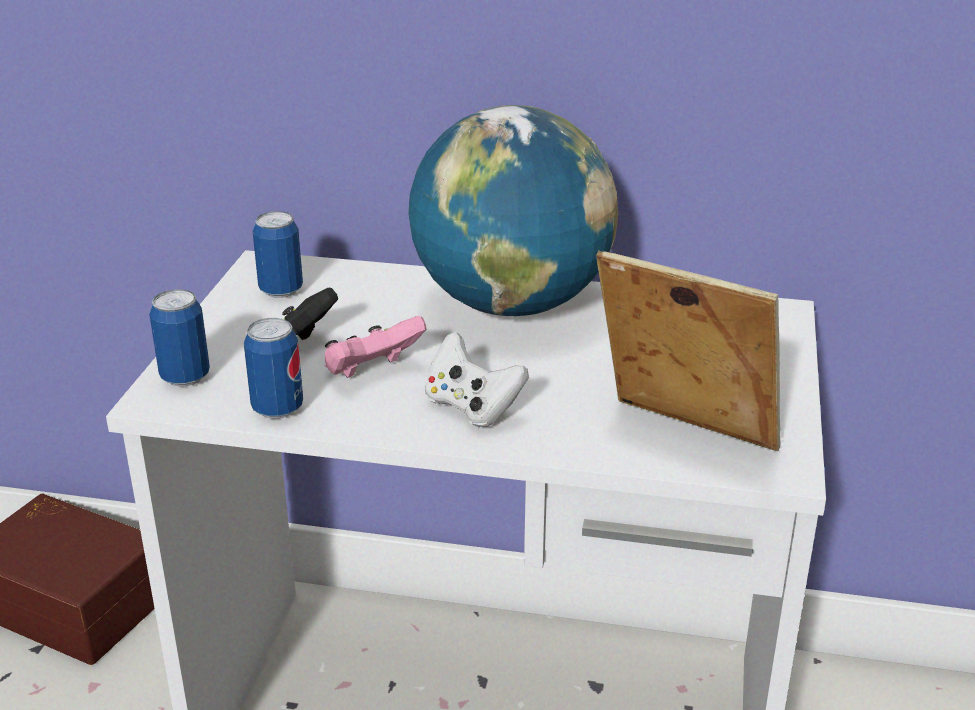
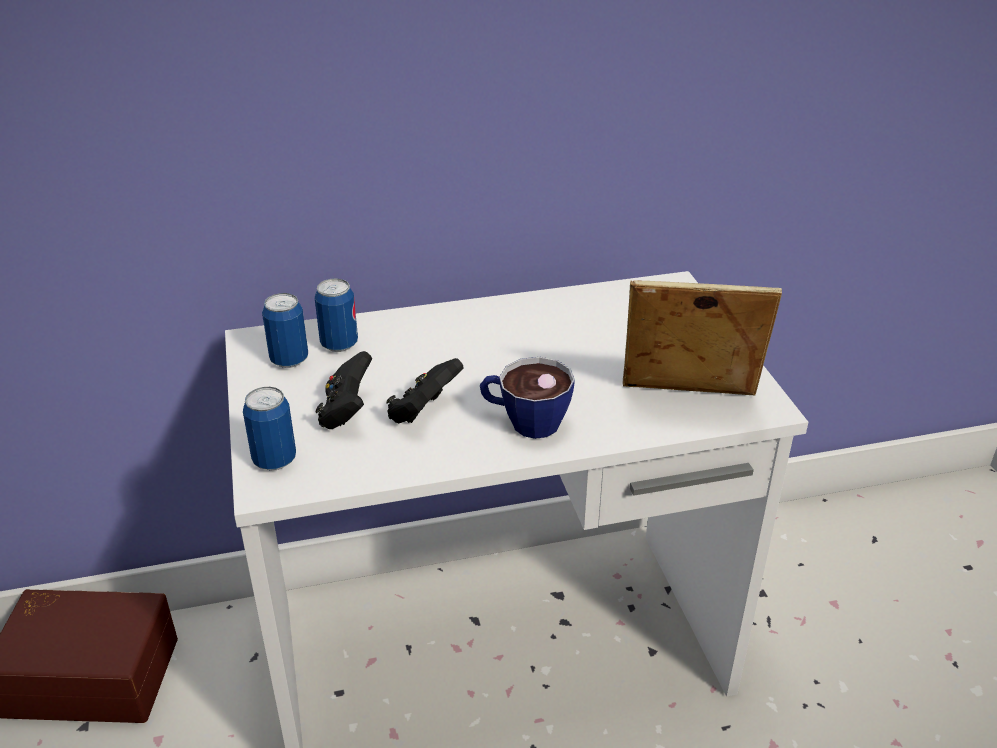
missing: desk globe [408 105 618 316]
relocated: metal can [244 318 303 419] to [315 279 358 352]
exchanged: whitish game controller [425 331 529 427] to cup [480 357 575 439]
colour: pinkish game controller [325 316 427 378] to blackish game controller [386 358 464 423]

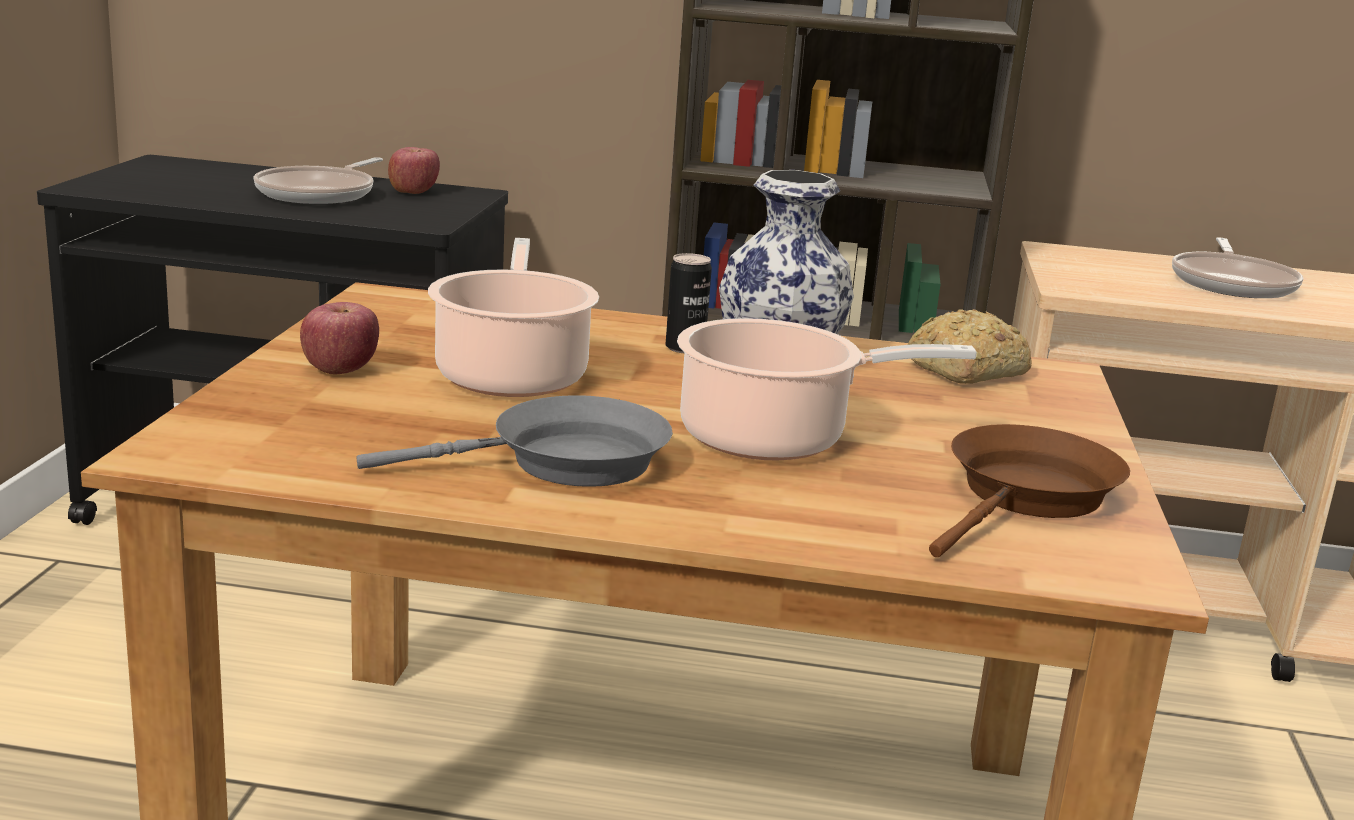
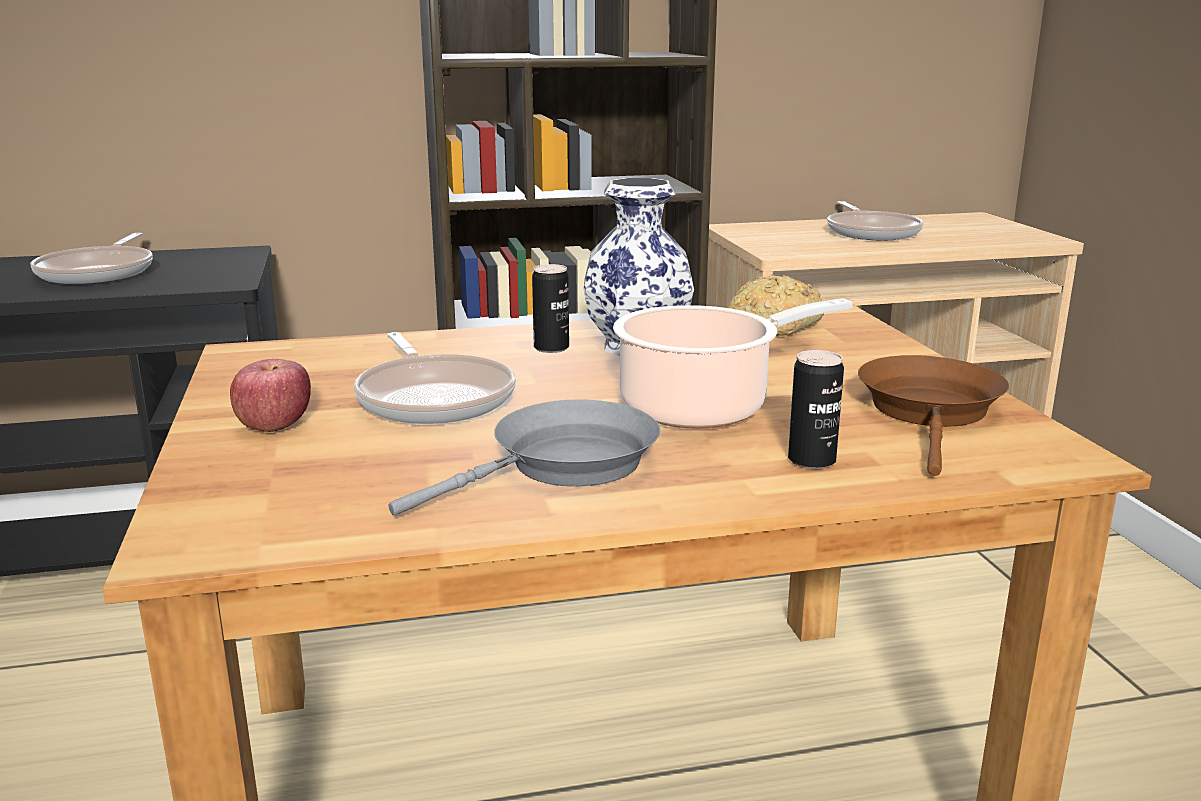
missing: apple [388 147 440 194]
appeared: metal can [788 350 844 469]
exchanged: saucepot [428 238 599 397] to frying pan [354 332 516 424]

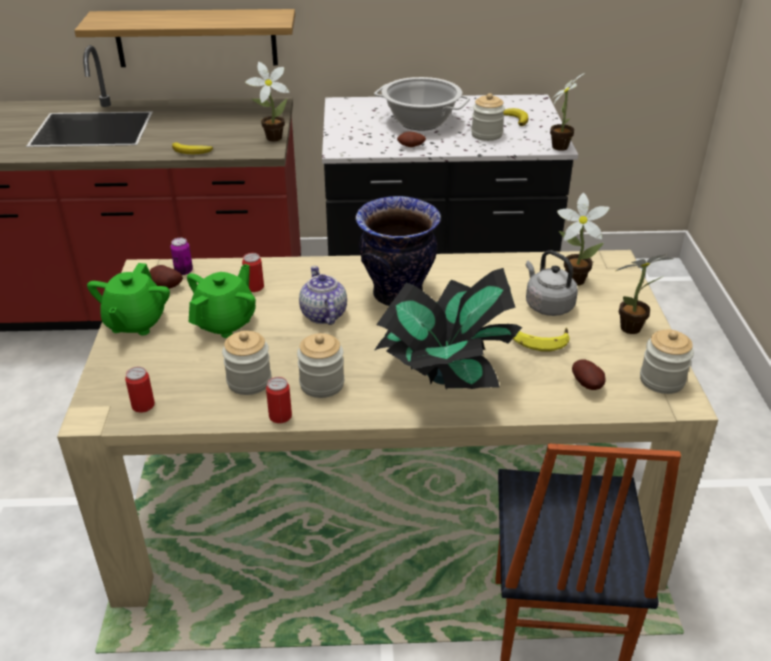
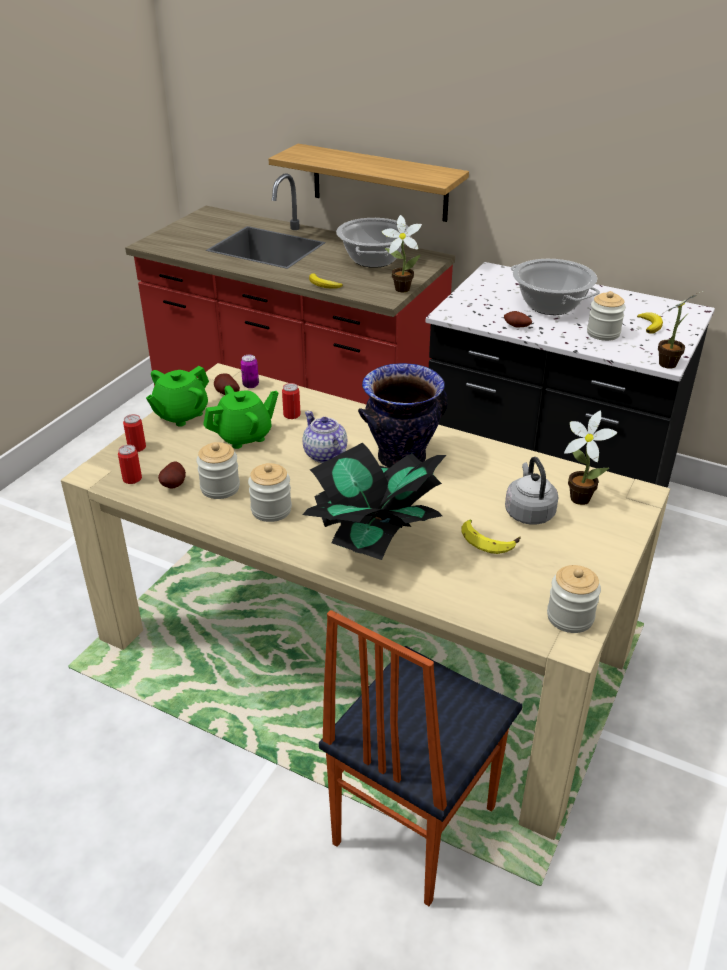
missing: plant in a pot [616 254 674 334]
appeared: saucepot [336 218 411 268]
relocated: metal can [266 377 292 423] to [123 414 146 452]; whole potato [572 360 606 390] to [158 461 186 489]
spun: pot for tea [299 266 347 325] = [303 411 347 463] 45 degrees counterclockwise

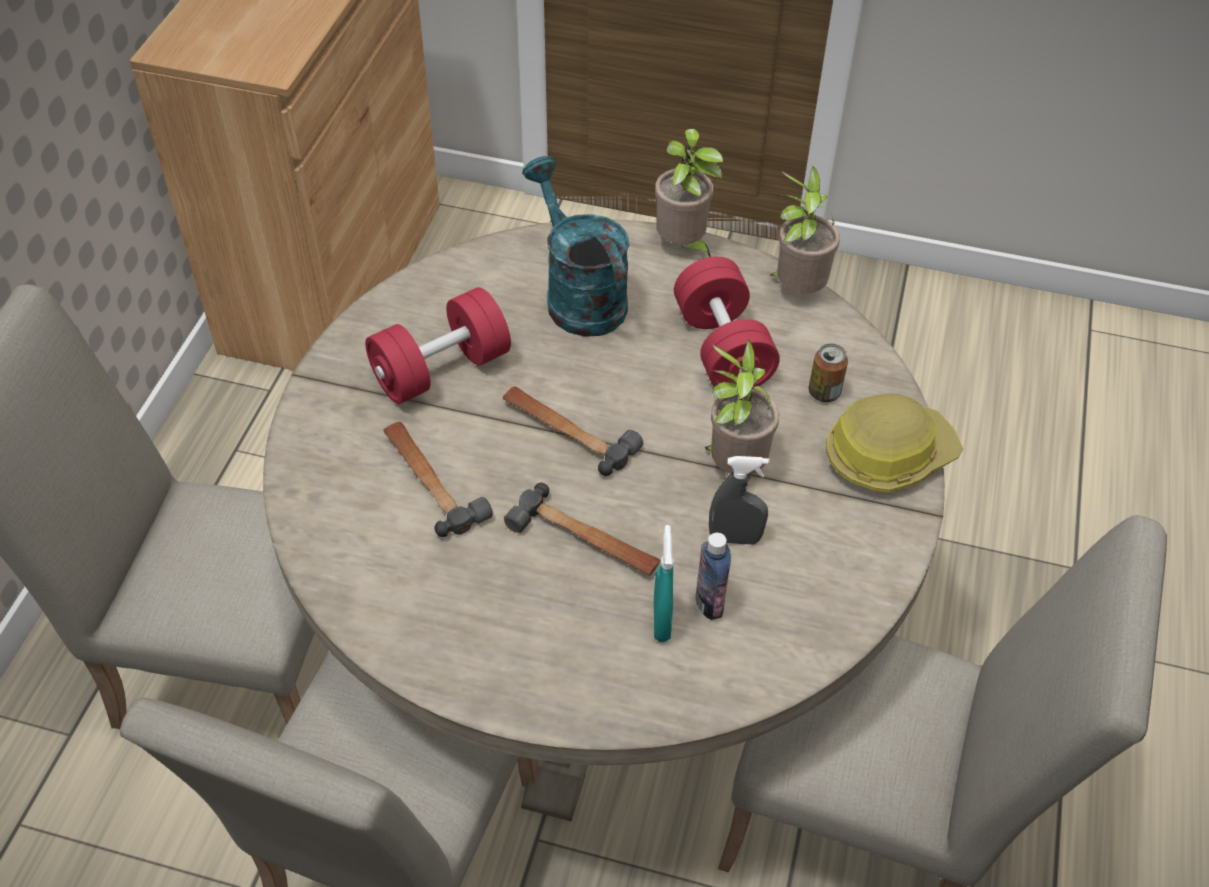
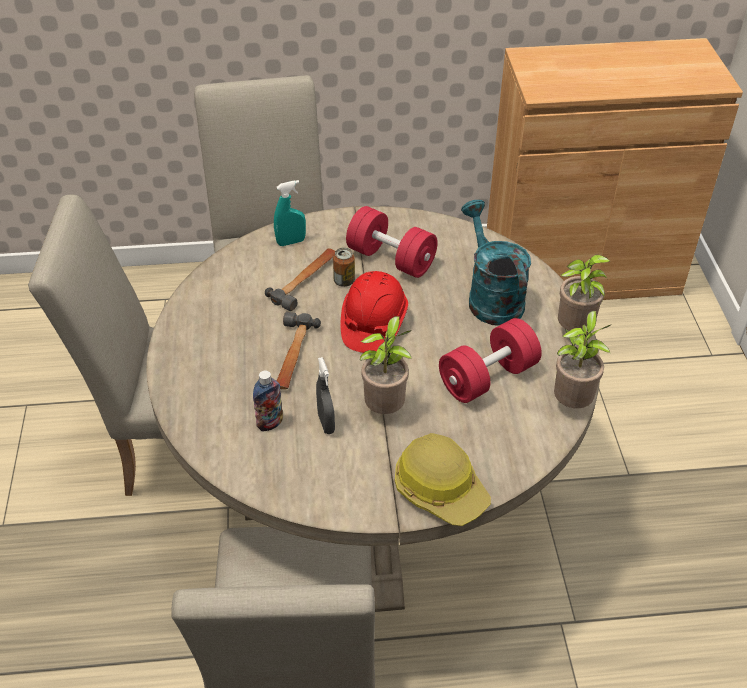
relocated: blue-green hand sprayer [653 525 674 642] to [274 180 306 246]; metal can [808 343 848 402] to [333 248 355 287]
exchanged: hammer [503 386 643 476] to red-coloured work helmet [340 271 408 353]
spun: blue-green sprinkling can [522 156 630 337] = [461 200 531 326] 60 degrees counterclockwise

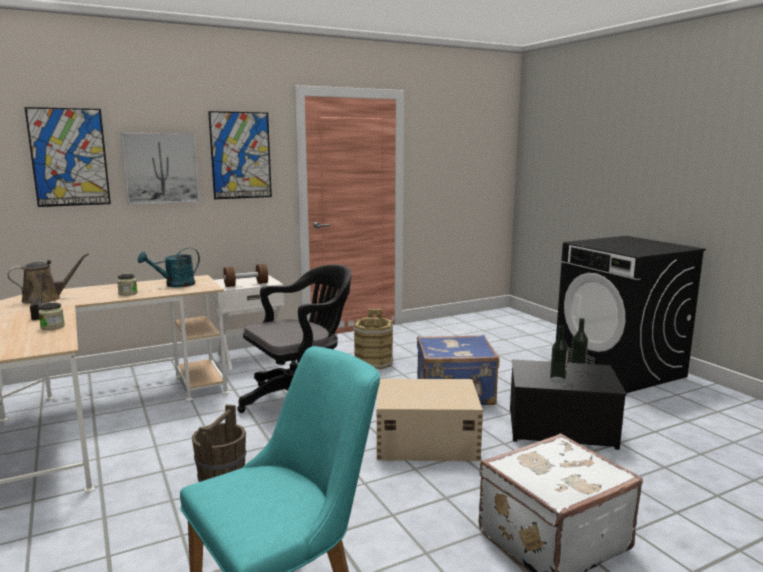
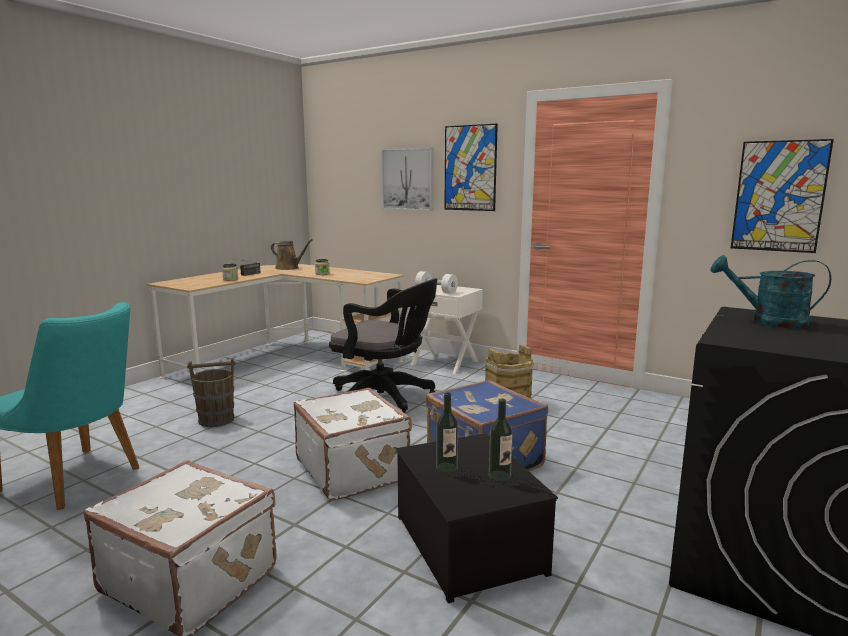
relocated: picture [25 107 111 207] to [731 139 834 253]; blue-green sprinkling can [138 247 200 288] to [710 255 831 329]
exchanged: sand-coloured storage container [377 379 483 461] to whitish piece of luggage [294 388 412 501]
colour: brown-coloured free weight [223 264 268 287] to whitish free weight [415 271 458 294]

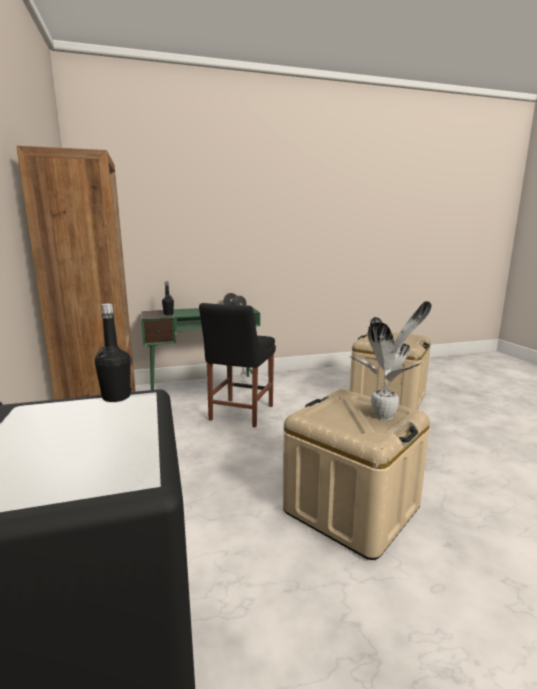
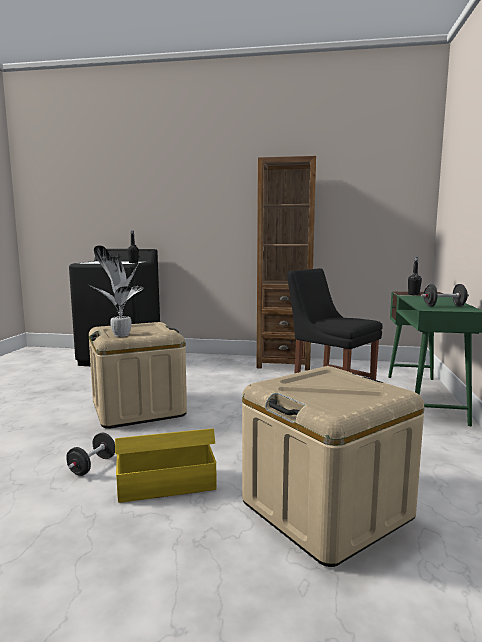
appeared: blackish free weight [66 433 115 476]; yellow-coloured storage container [115 429 217 503]

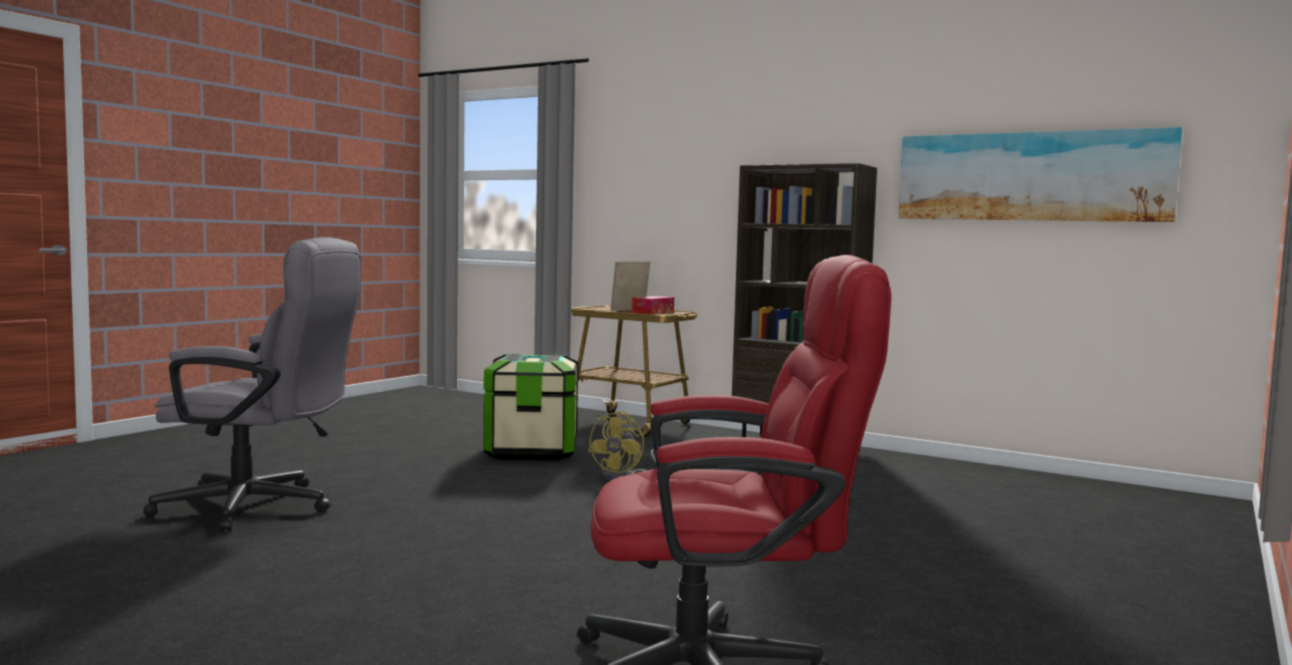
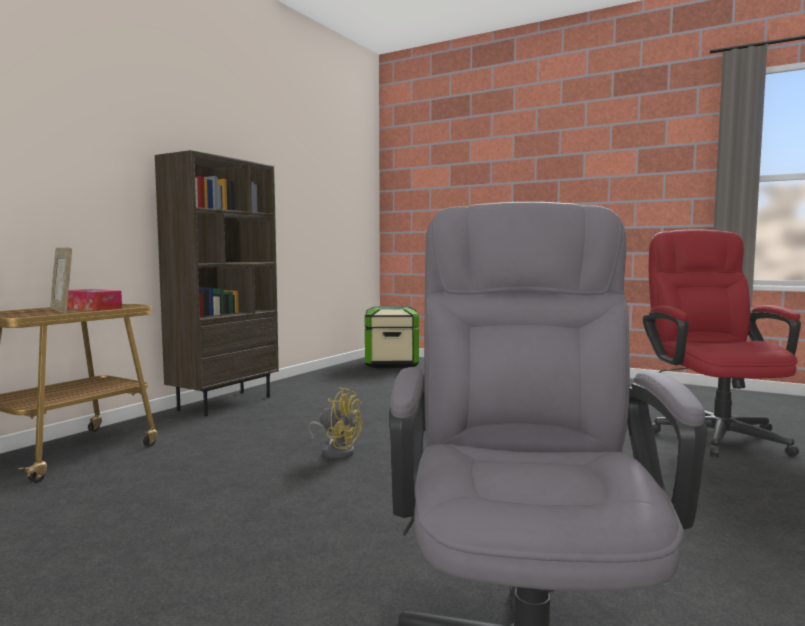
missing: picture [898 127 1182 222]
relocated: storage container [483 354 578 461] to [365 306 419 368]

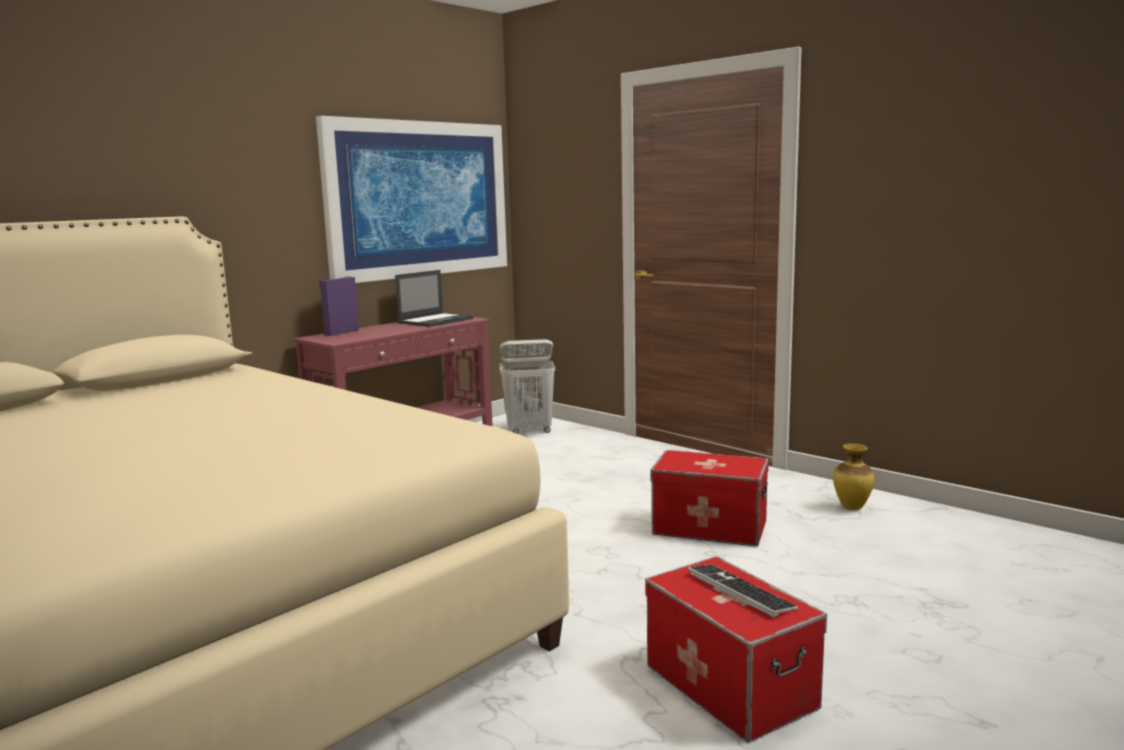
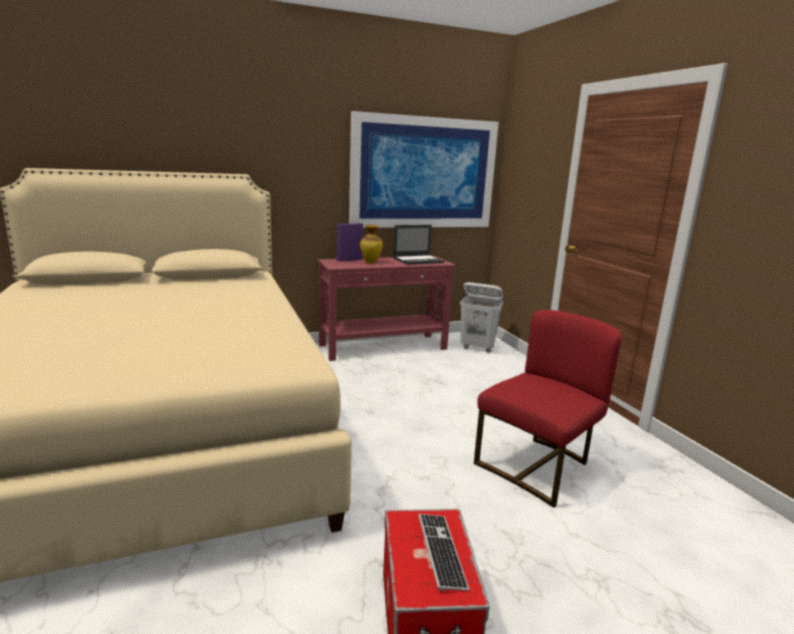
relocated: vase [833 443 875 510] to [360 225 383 263]
exchanged: storage container [651 450 769 546] to red-coloured plain chair [474 310 622 508]

